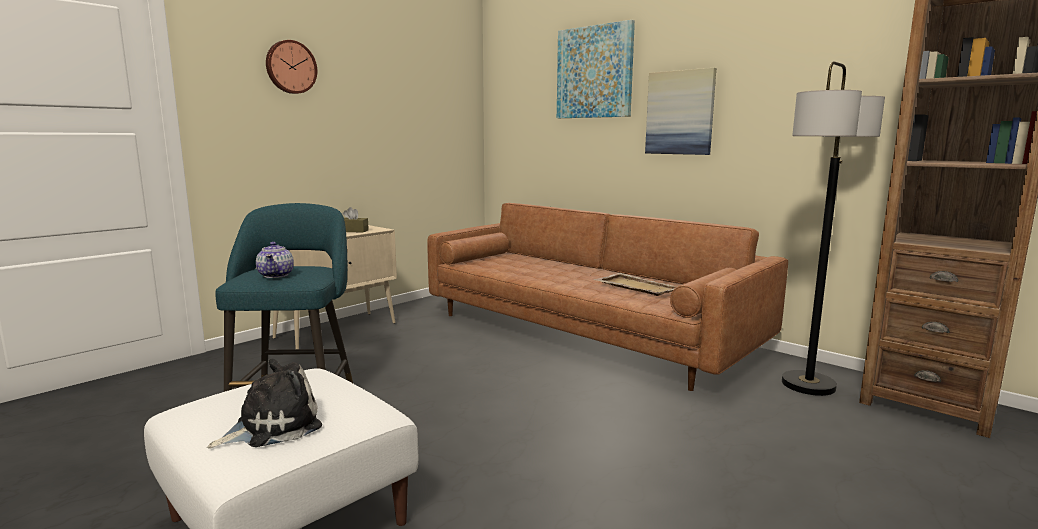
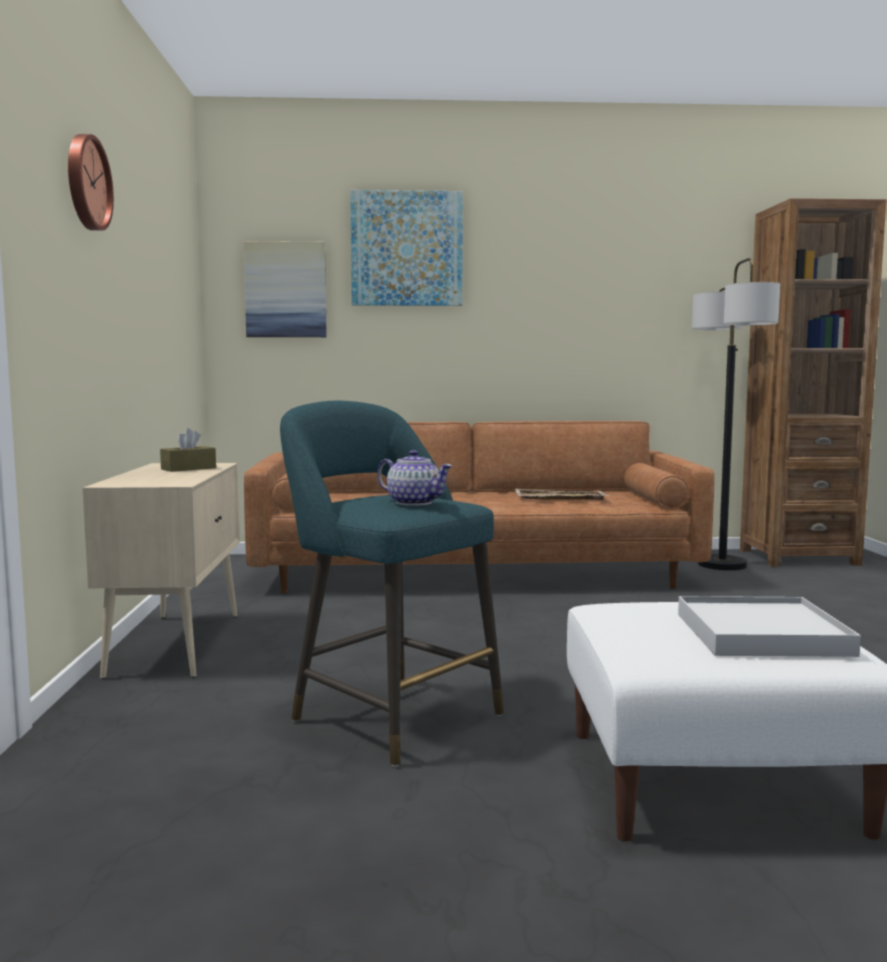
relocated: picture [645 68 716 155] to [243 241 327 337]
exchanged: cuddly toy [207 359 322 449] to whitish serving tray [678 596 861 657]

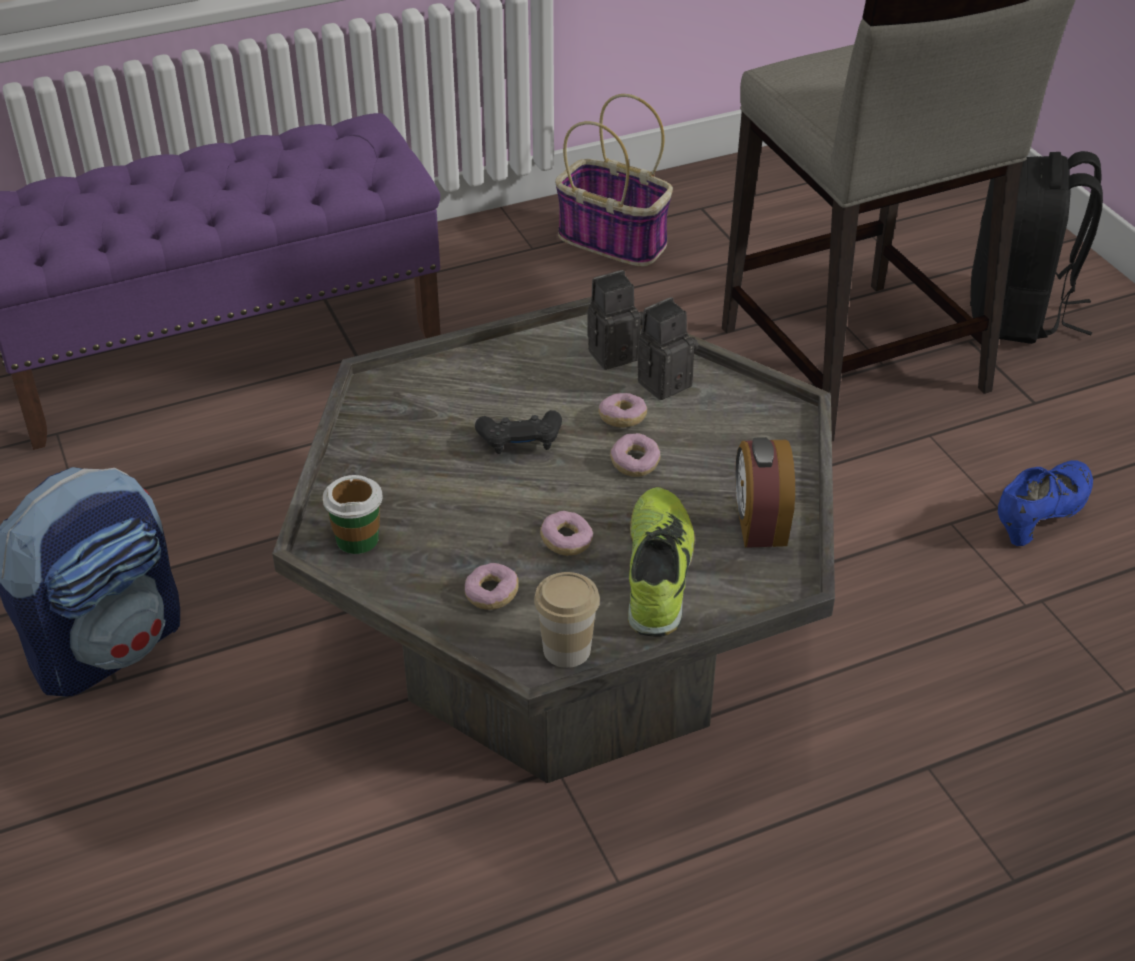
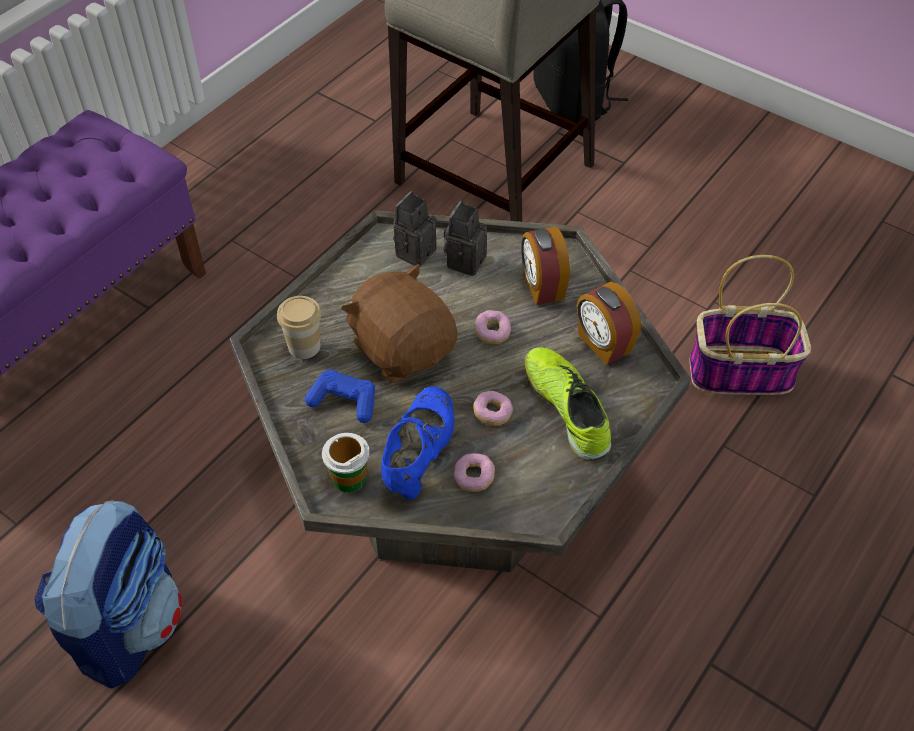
missing: doughnut [599 393 647 428]
appeared: blue-coloured game controller [305 369 375 423]; bedside clock [521 227 570 305]
relocated: cup [534 572 600 668] to [277 296 321 359]; basket [555 94 673 267] to [689 255 811 395]; blue-coloured item of footwear [998 460 1093 546] to [381 386 455 500]
exchanged: blackish game controller [475 410 562 454] to brown-coloured cuddly toy [341 264 458 383]

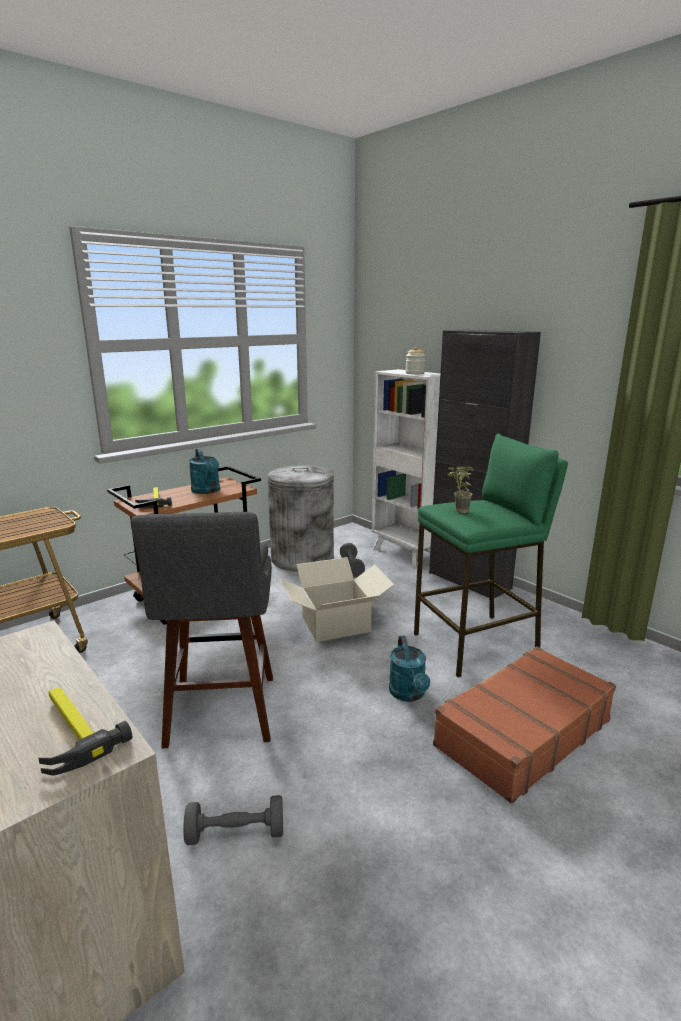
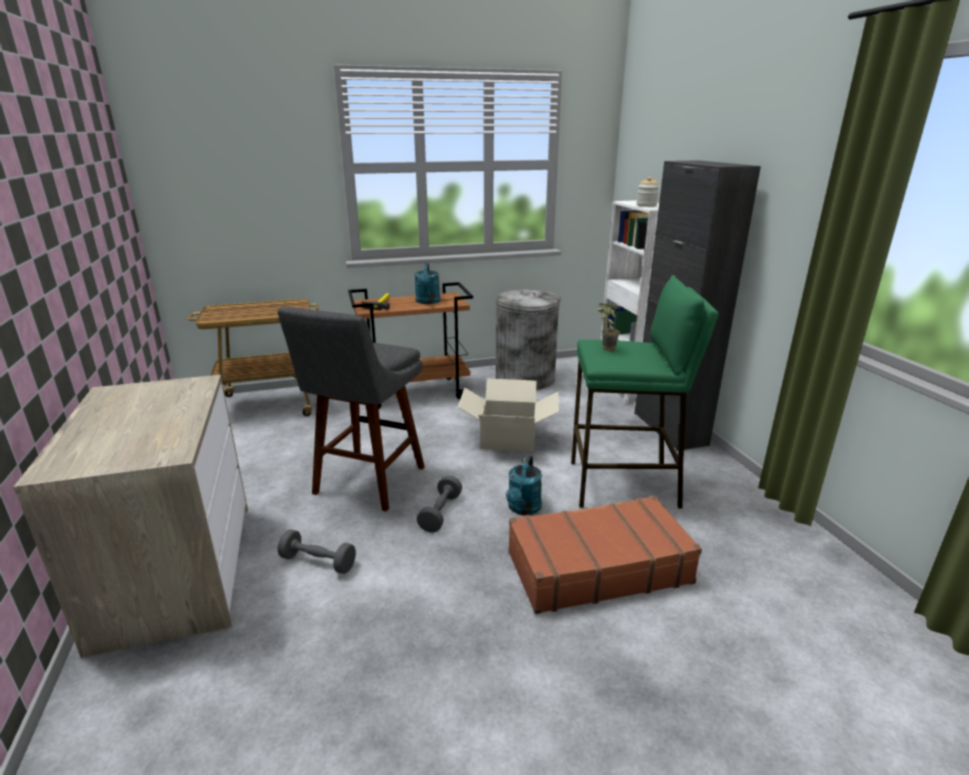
missing: hammer [38 687 132 776]
relocated: greyish free weight [340 543 365 578] to [417 475 462 533]

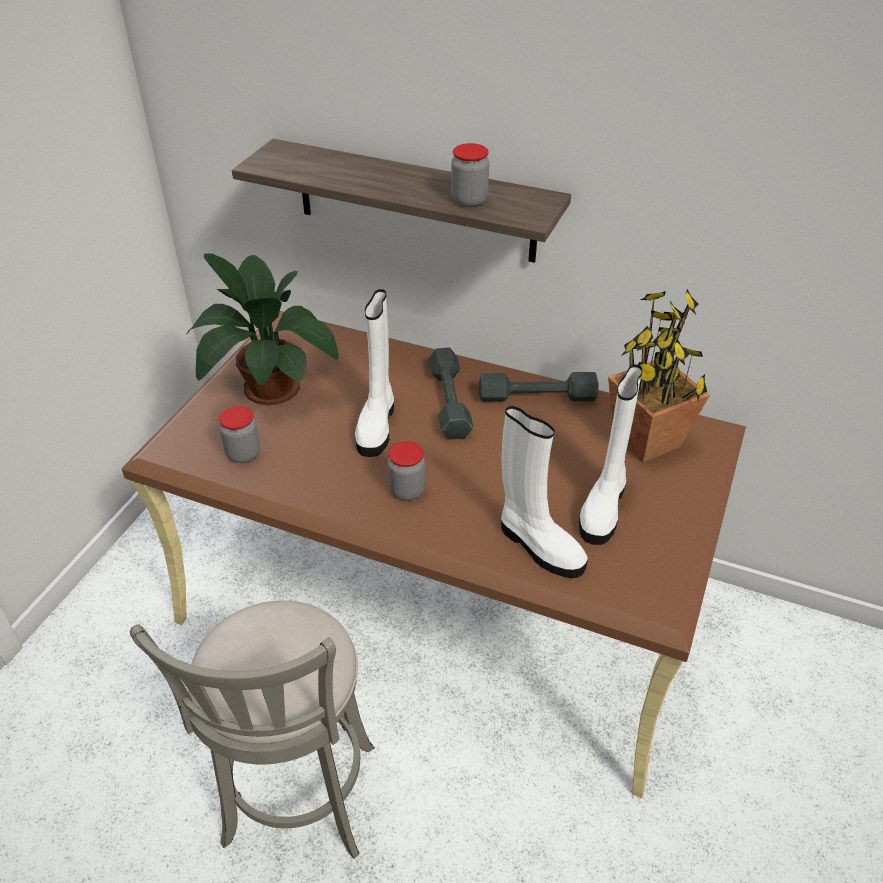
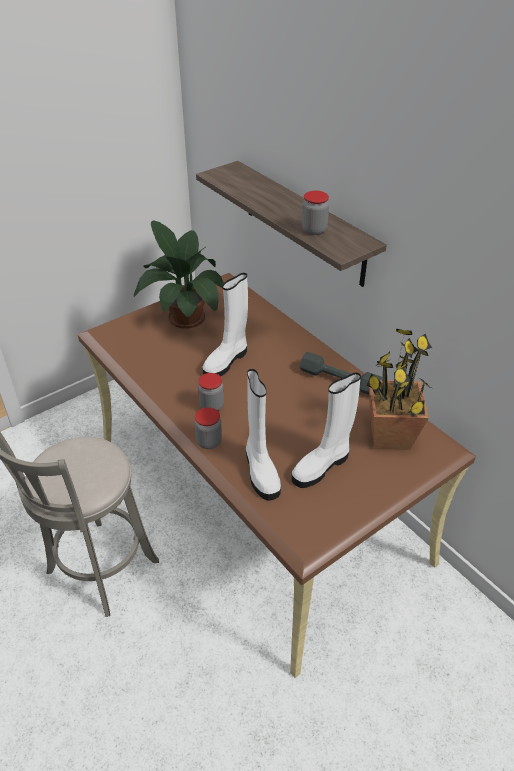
missing: greyish free weight [429 348 473 439]
relocated: storage jar [219 406 260 463] to [194 407 222 449]

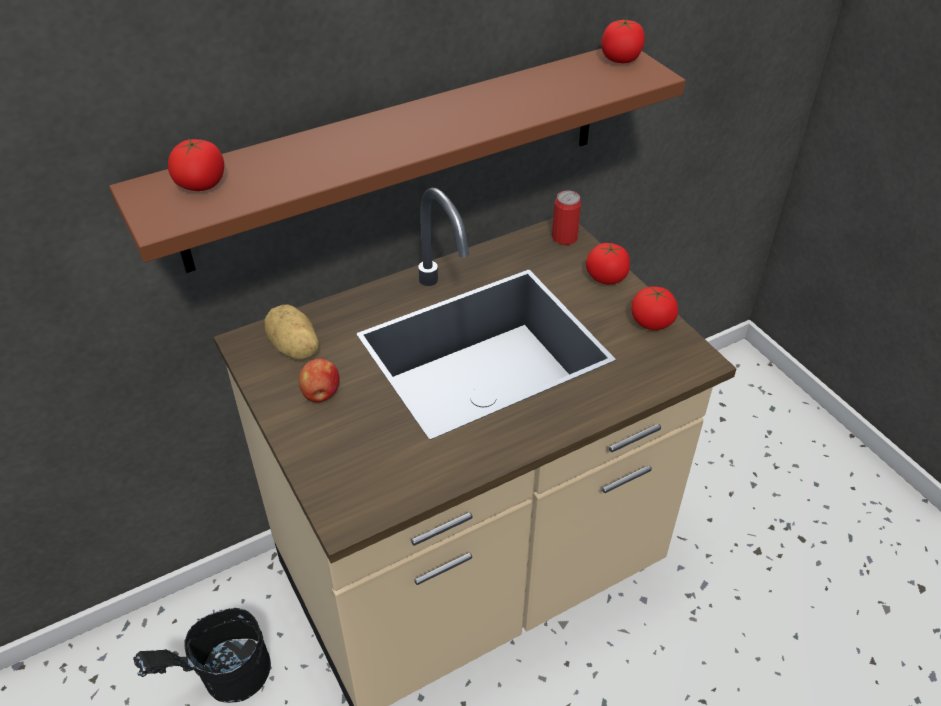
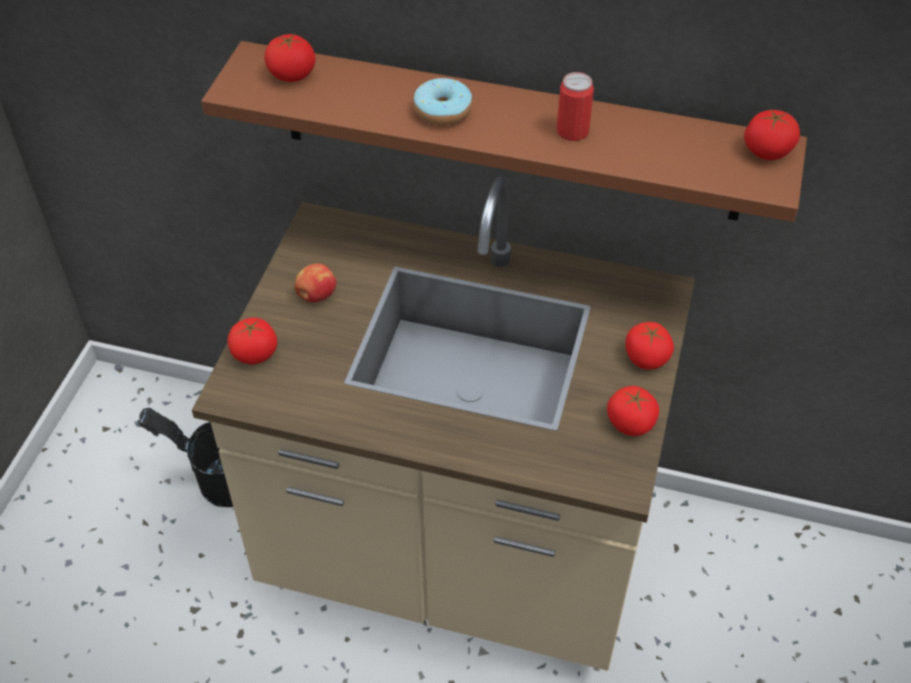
missing: whole potato [264 305 319 360]
appeared: fresh tomato [227 318 277 364]; doughnut [413 78 472 126]
relocated: metal can [552 191 581 245] to [557 72 594 141]

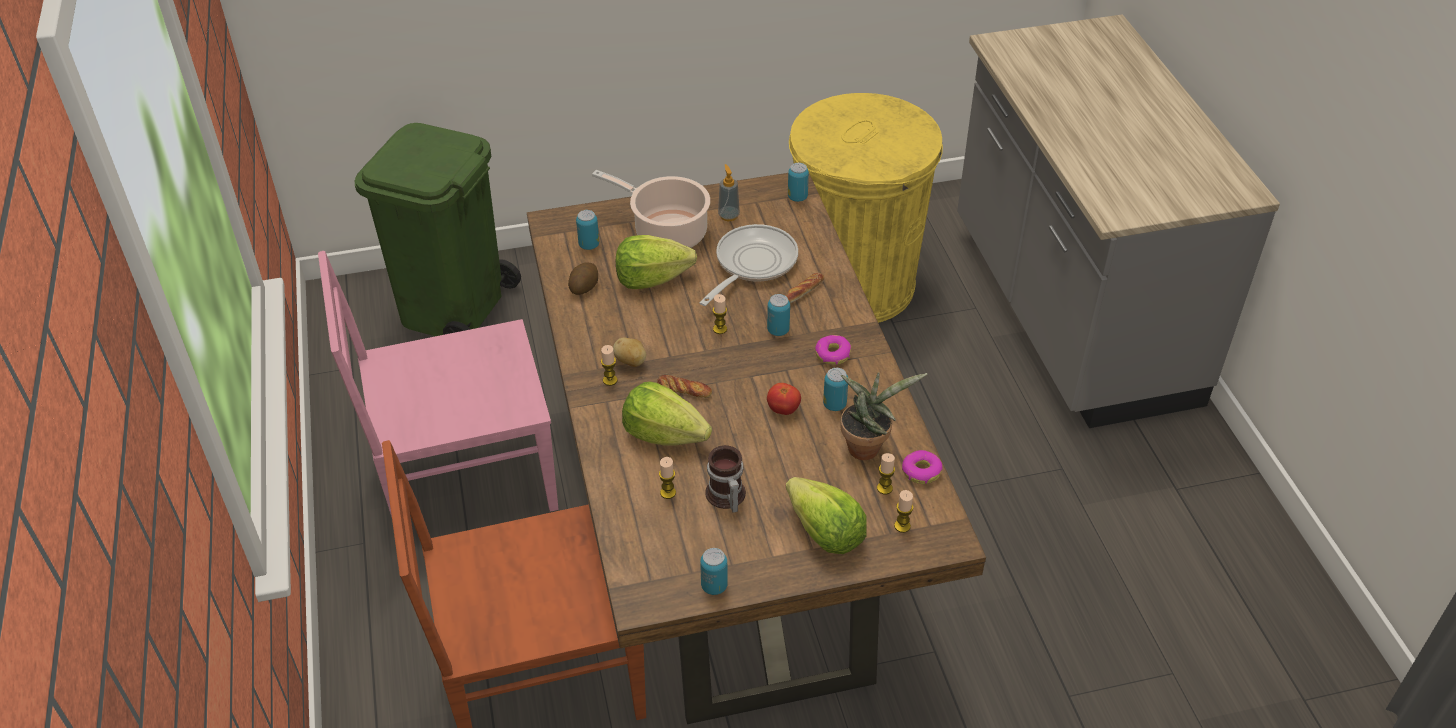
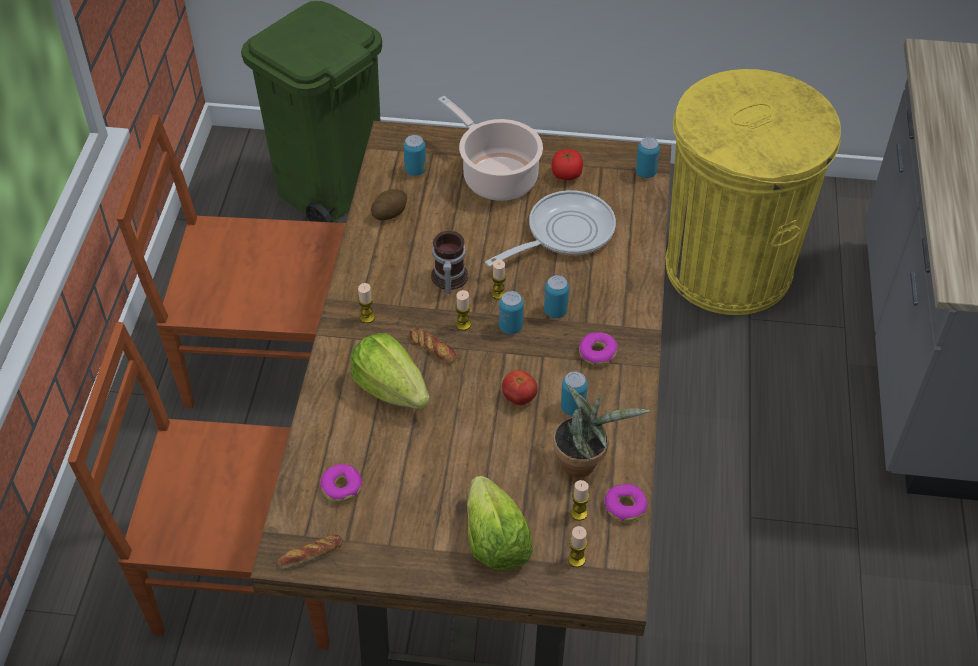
missing: whole potato [613 338 646 367]; lettuce head [616 235 697 289]
appeared: doughnut [320 464 362 503]
relocated: wax light [659 457 676 499] to [455 290 471 330]; metal can [700 548 728 595] to [499 291 524 334]; coffee mug [705 445 746 513] to [431 231 468 294]; baked bread [785 273 824 303] to [278 535 343 569]
exchanged: soap bottle [718 164 740 221] to fresh tomato [552 149 583 180]
colour: pinkish plain chair [318 251 558 517] to brown-coloured plain chair [116 115 346 409]

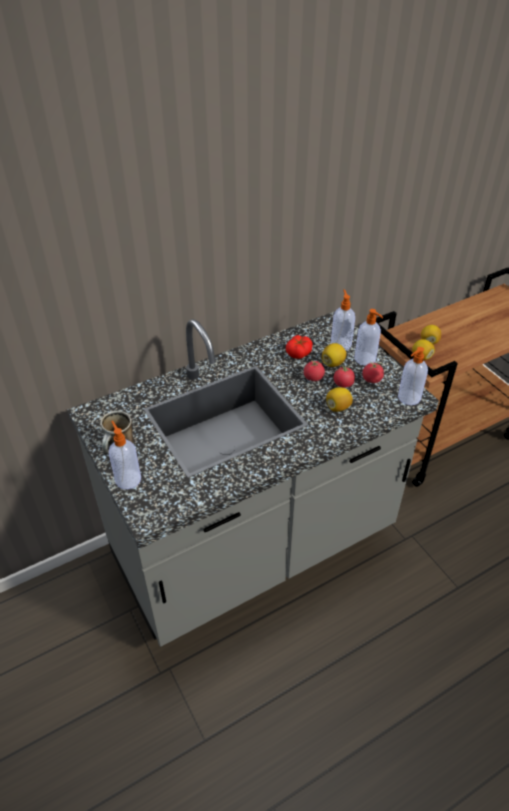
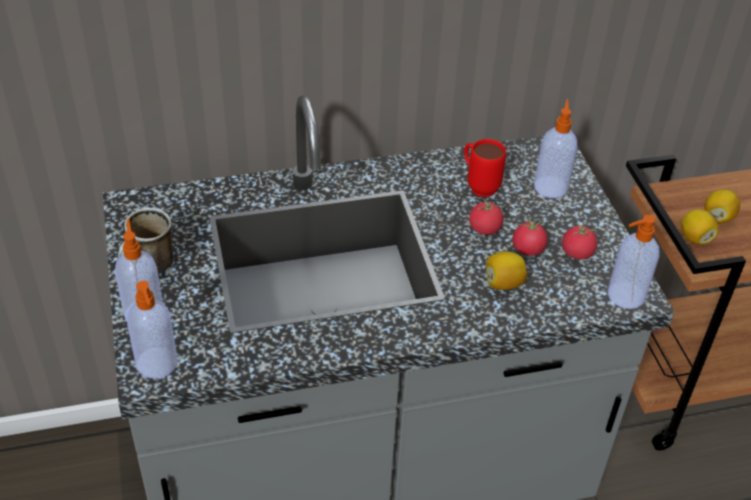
missing: lemon [322 343 346 367]
relocated: soap bottle [354 309 383 366] to [127 281 178 379]
exchanged: fresh tomato [286 335 313 359] to red-coloured coffee mug [464 139 506 197]

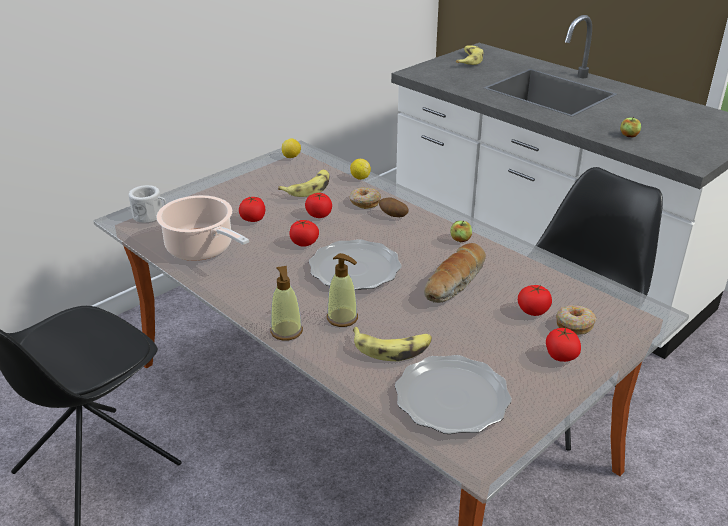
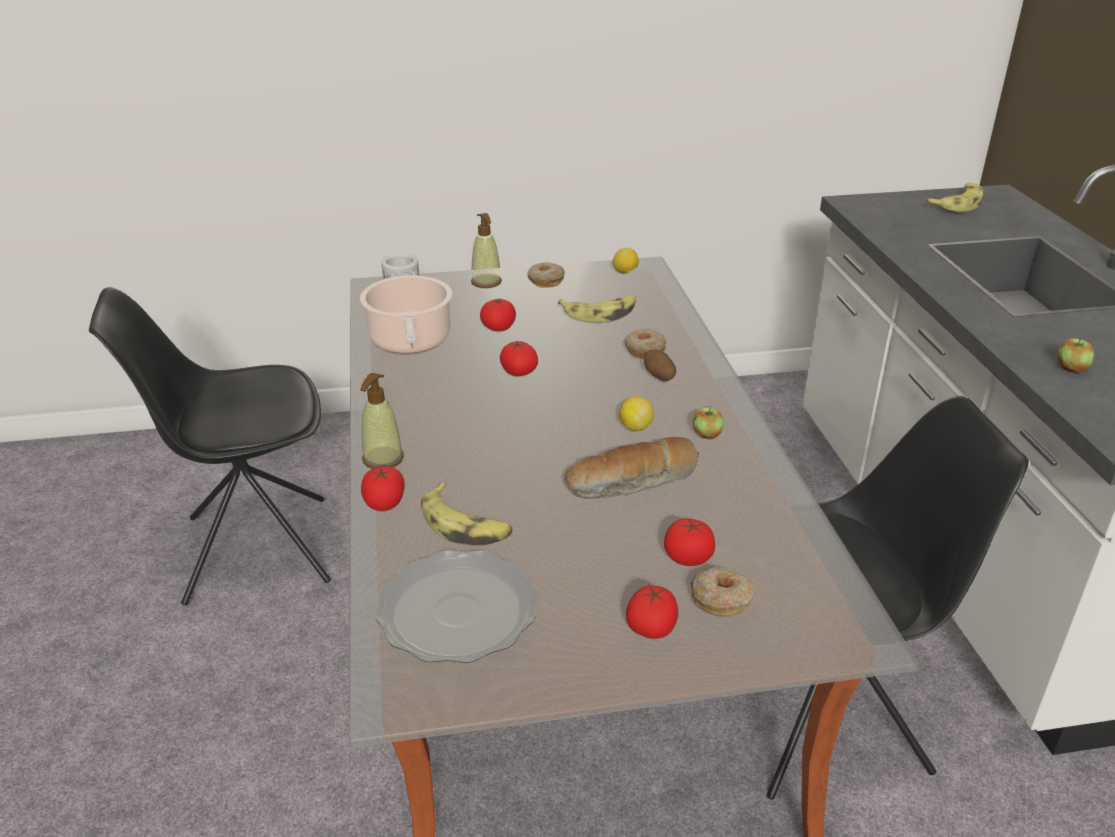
missing: plate [309 239 402 290]
appeared: doughnut [527 262 565 287]
relocated: fresh tomato [305 193 332 218] to [361 466 404 511]; soap bottle [327 253 358 327] to [471 213 502 288]; lemon [350 159 371 180] to [619 396 654 431]

